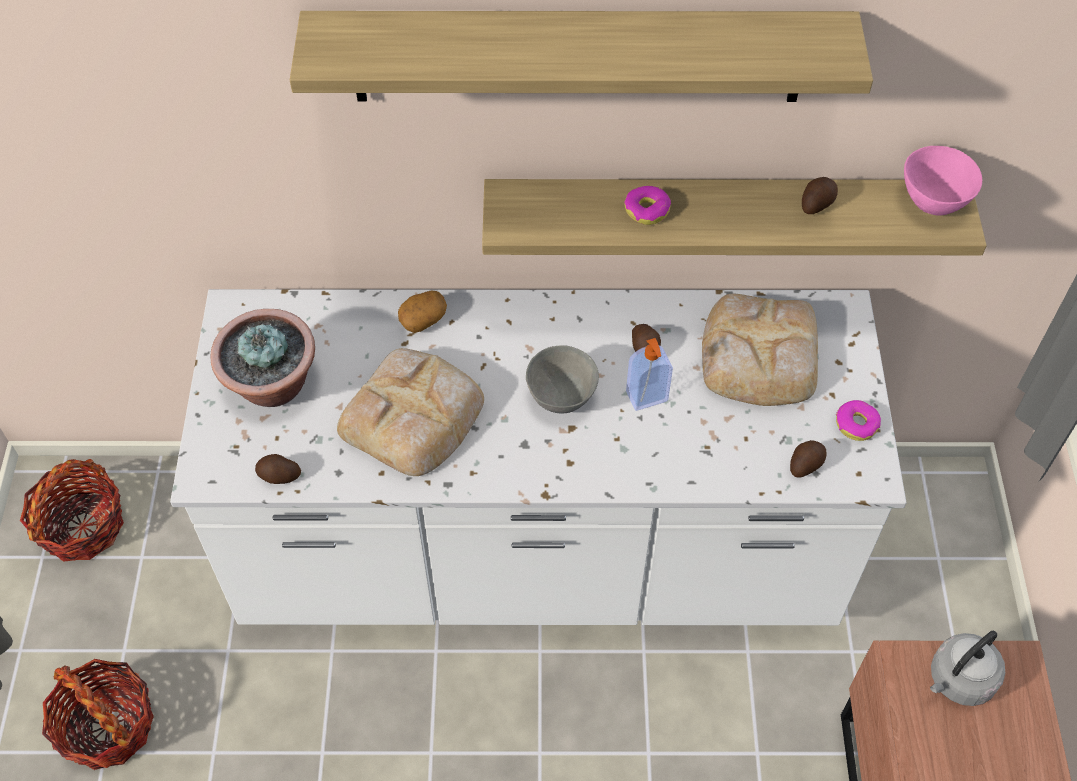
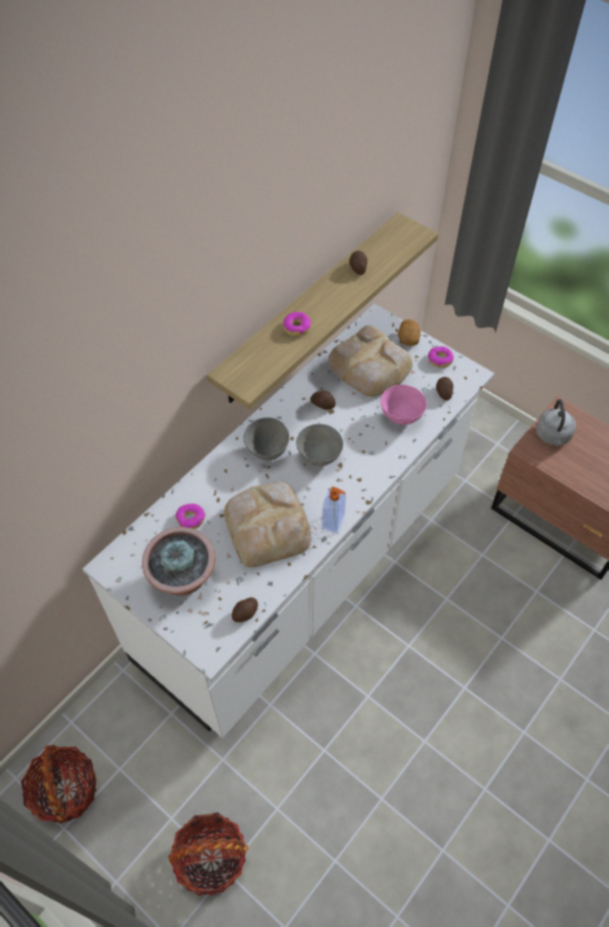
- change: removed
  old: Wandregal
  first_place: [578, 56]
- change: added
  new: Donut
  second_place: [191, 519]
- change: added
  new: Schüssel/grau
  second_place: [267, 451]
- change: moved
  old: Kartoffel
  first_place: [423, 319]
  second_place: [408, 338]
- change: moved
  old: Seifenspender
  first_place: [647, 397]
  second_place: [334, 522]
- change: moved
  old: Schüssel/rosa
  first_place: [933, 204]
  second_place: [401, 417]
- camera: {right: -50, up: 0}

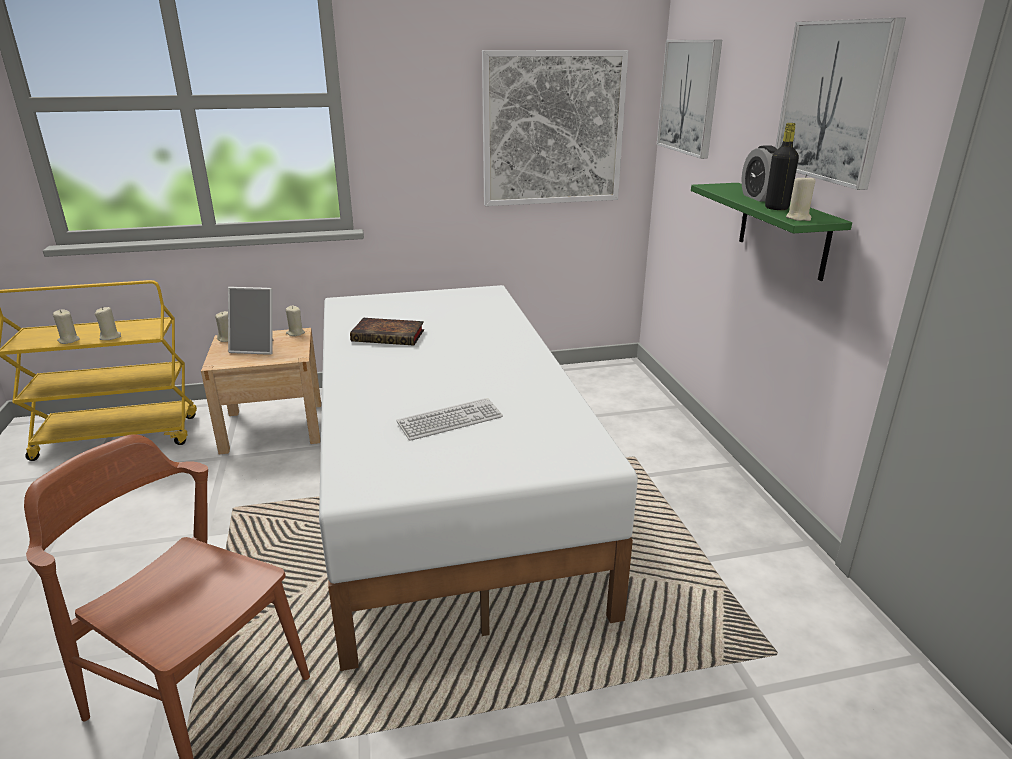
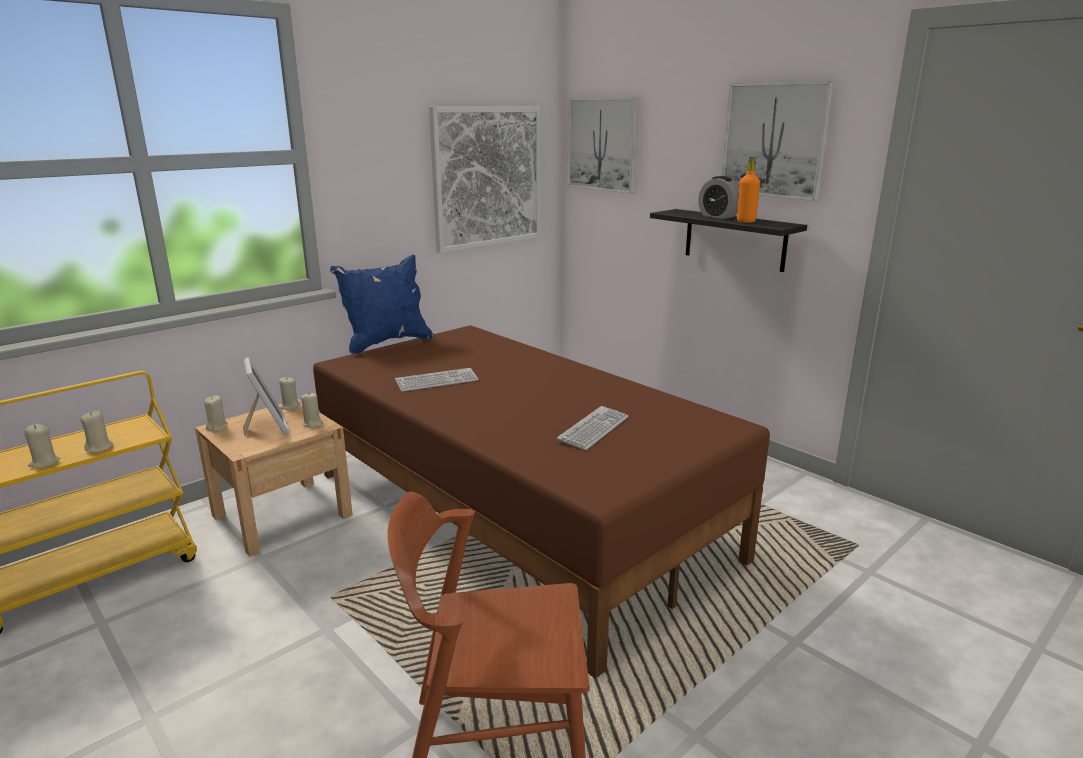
- change: added
  new: Kissen/blau
  second_place: [386, 343]
- change: moved
  old: Kerze/beige
  first_place: [798, 218]
  second_place: [313, 423]
- change: replaced
  old: Buch
  new: Tastatur
  first_place: [390, 336]
  second_place: [437, 381]
- change: recoloured
  old: Bett/weiß
  new: Bett/braun
  first_place: [448, 485]
  second_place: [517, 513]
- change: recoloured
  old: Wandregal/grün
  new: Wandregal/schwarz
  first_place: [783, 230]
  second_place: [734, 239]
- change: recoloured
  old: Flasche/schwarz
  new: Flasche/orange
  first_place: [776, 208]
  second_place: [745, 221]
- change: turned
  old: Bilderrahmen
  first_place: [257, 348]
  second_place: [267, 428]
  degrees: -90
- camera: {right: -30, up: -5}

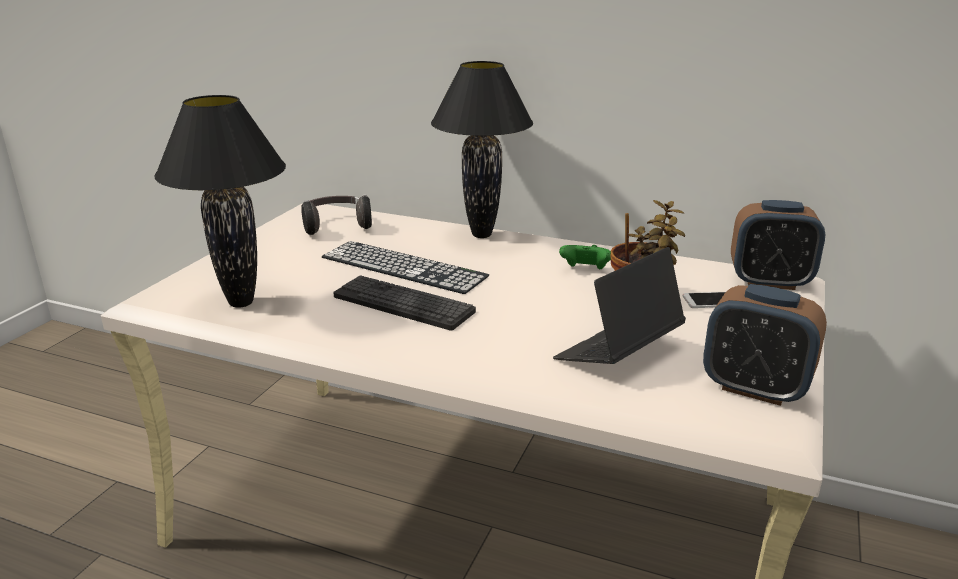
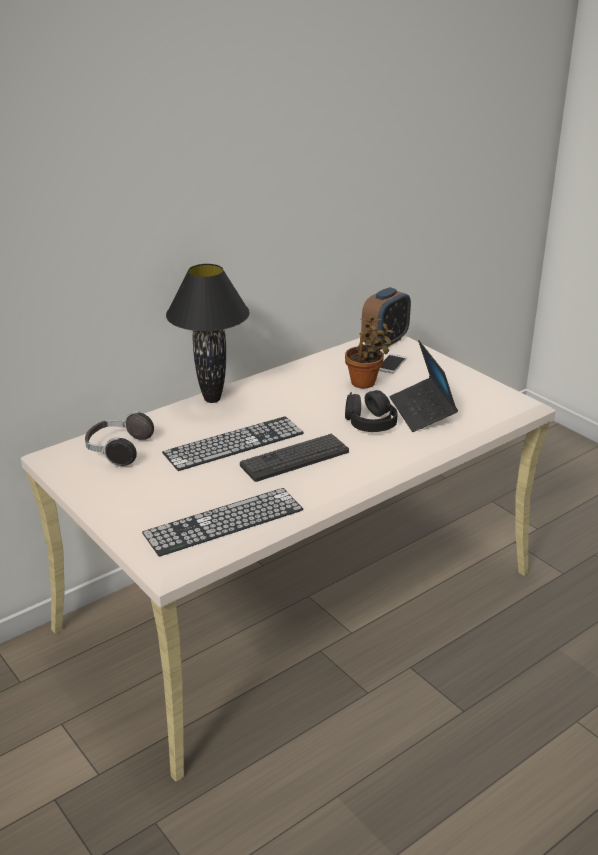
- change: removed
  old: Gamepad/grün
  first_place: [585, 271]
- change: removed
  old: Wecker
  first_place: [755, 388]
- change: added
  new: Kopfhörer/schwarz
  second_place: [370, 423]
- change: replaced
  old: Tischlampe/schwarz
  new: Tastatur
  first_place: [239, 303]
  second_place: [224, 521]
- camera: {right: -60, up: 5}

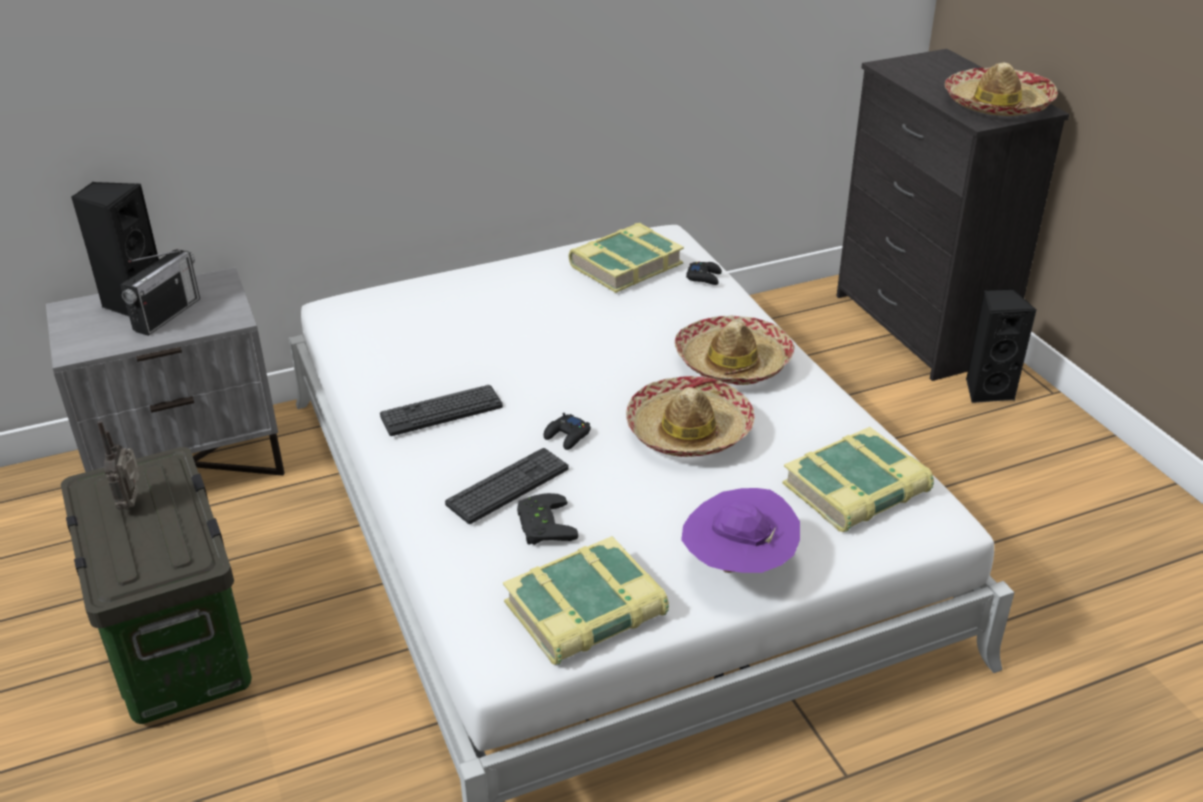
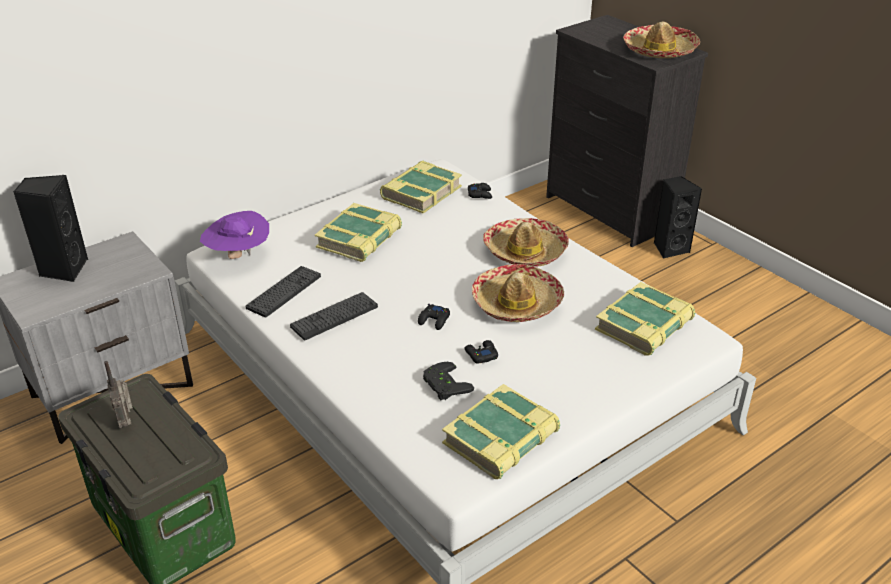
- change: removed
  old: Radio
  first_place: [167, 315]
- change: added
  new: Buch
  second_place: [360, 239]
- change: added
  new: Gamepad/schwarz
  second_place: [481, 355]
- change: moved
  old: Tastatur
  first_place: [508, 486]
  second_place: [284, 292]
- change: moved
  old: Hut/lila
  first_place: [737, 567]
  second_place: [238, 256]
- camera: {right: -15, up: 0}

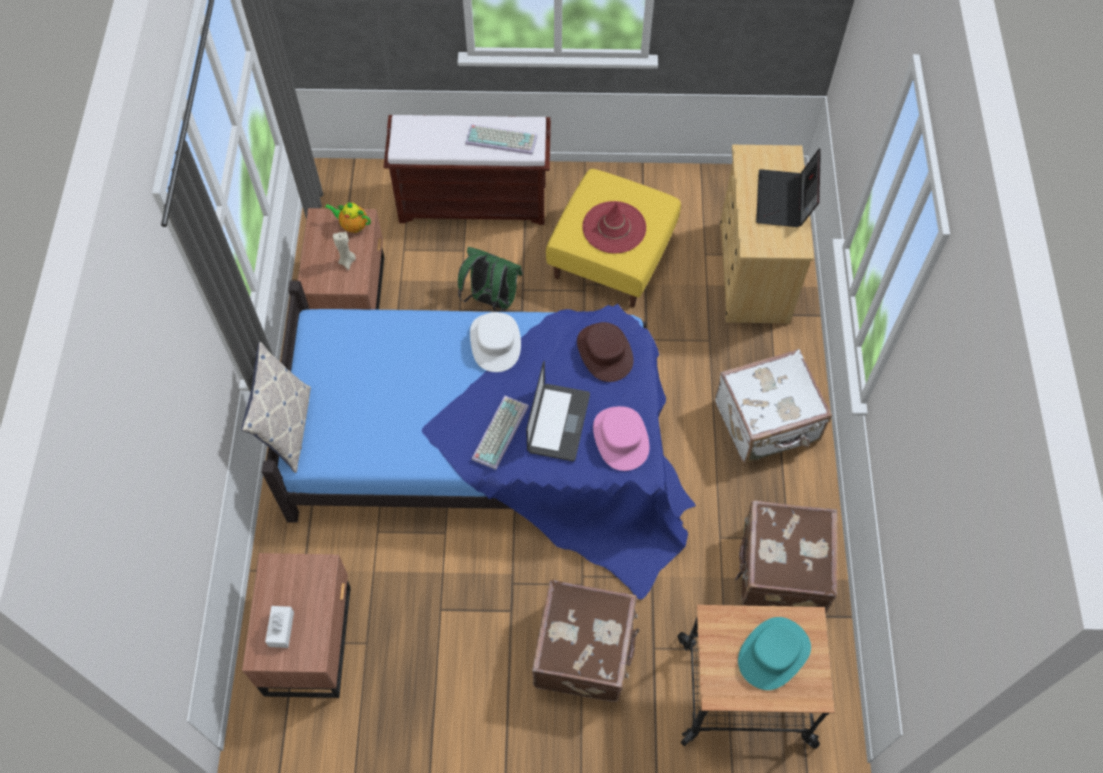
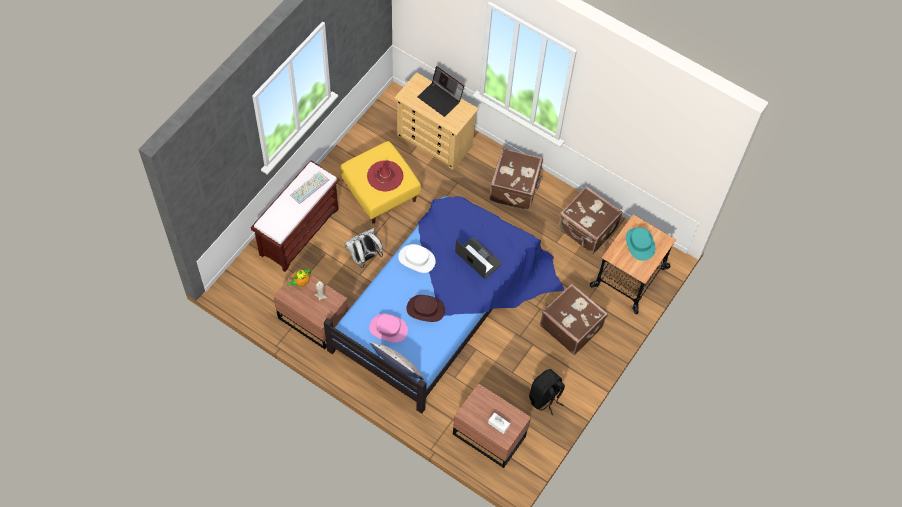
- change: removed
  old: Tastatur
  first_place: [499, 431]
- change: added
  new: Rucksack/schwarz
  second_place: [545, 398]
- change: moved
  old: Hut/braun
  first_place: [604, 352]
  second_place: [425, 309]
- change: moved
  old: Hut/rosa
  first_place: [620, 438]
  second_place: [388, 329]
- change: recoloured
  old: Rucksack/grün
  new: Rucksack/weiß
  first_place: [491, 299]
  second_place: [364, 258]
- change: recoloured
  old: Koffer/weiß
  new: Koffer/braun
  first_place: [767, 423]
  second_place: [515, 188]
- camera: {right: -60, up: 0}

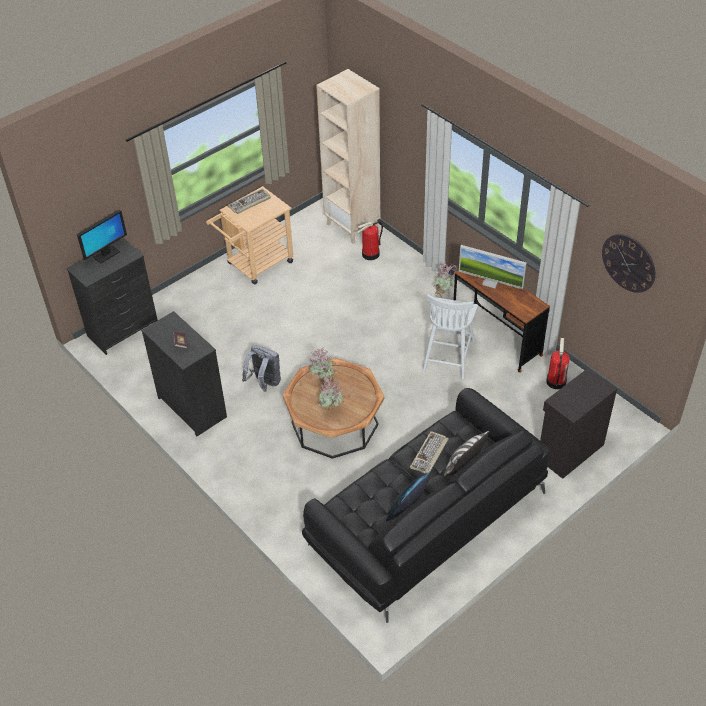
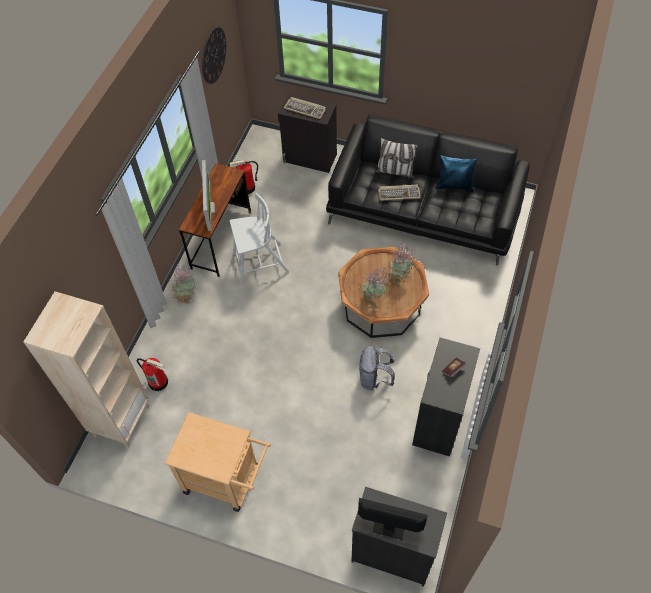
- change: moved
  old: Tastatur
  first_place: [249, 203]
  second_place: [305, 109]
- camera: {right: -120, up: 10}

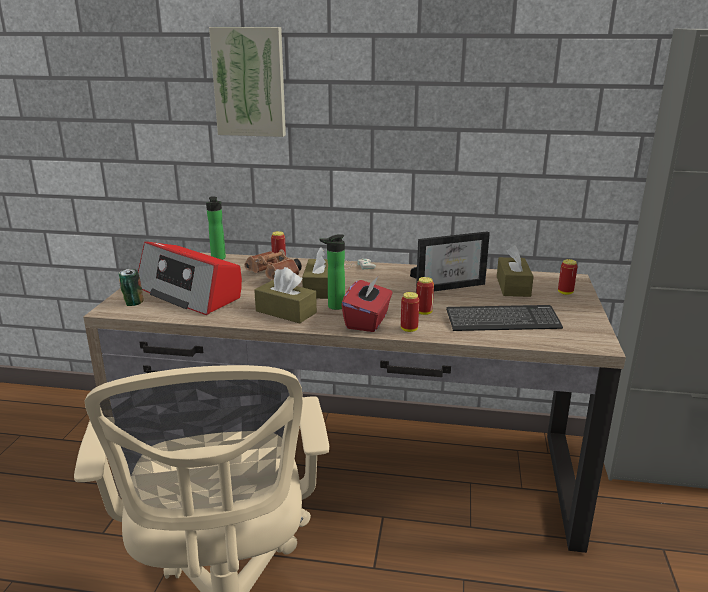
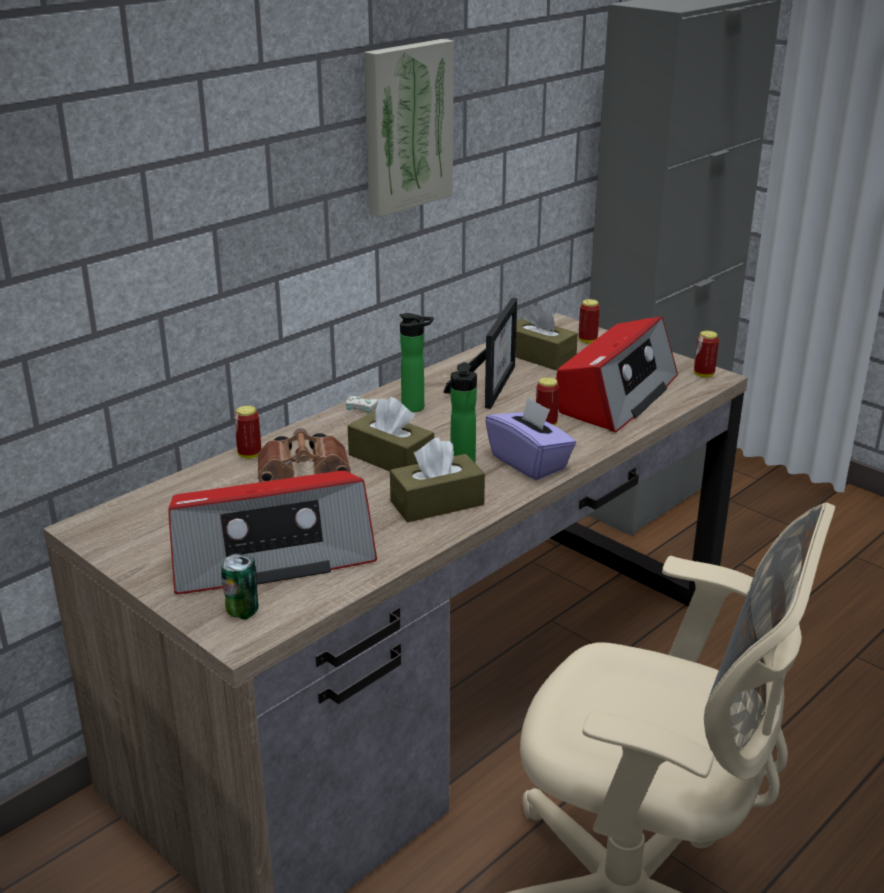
- change: moved
  old: Flasche
  first_place: [219, 259]
  second_place: [416, 408]
- change: moved
  old: Bild
  first_place: [250, 82]
  second_place: [405, 126]
- change: moved
  old: Dose
  first_place: [409, 329]
  second_place: [703, 375]
- change: replaced
  old: Tastatur
  new: Radio
  first_place: [502, 321]
  second_place: [616, 395]
- change: recoloured
  old: Taschentuchbox/rot
  new: Taschentuchbox/lila
  first_place: [368, 321]
  second_place: [529, 462]
- camera: {right: -55, up: 5}

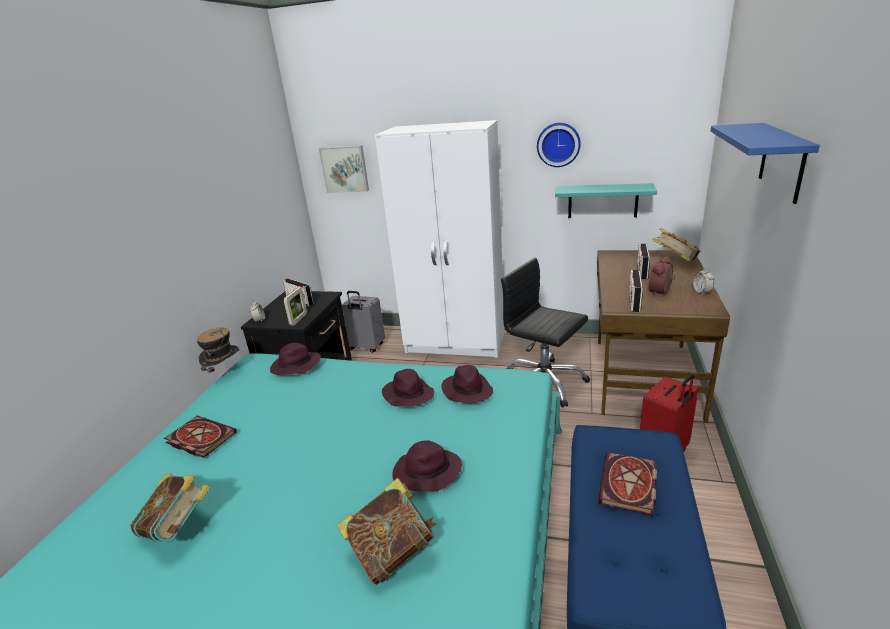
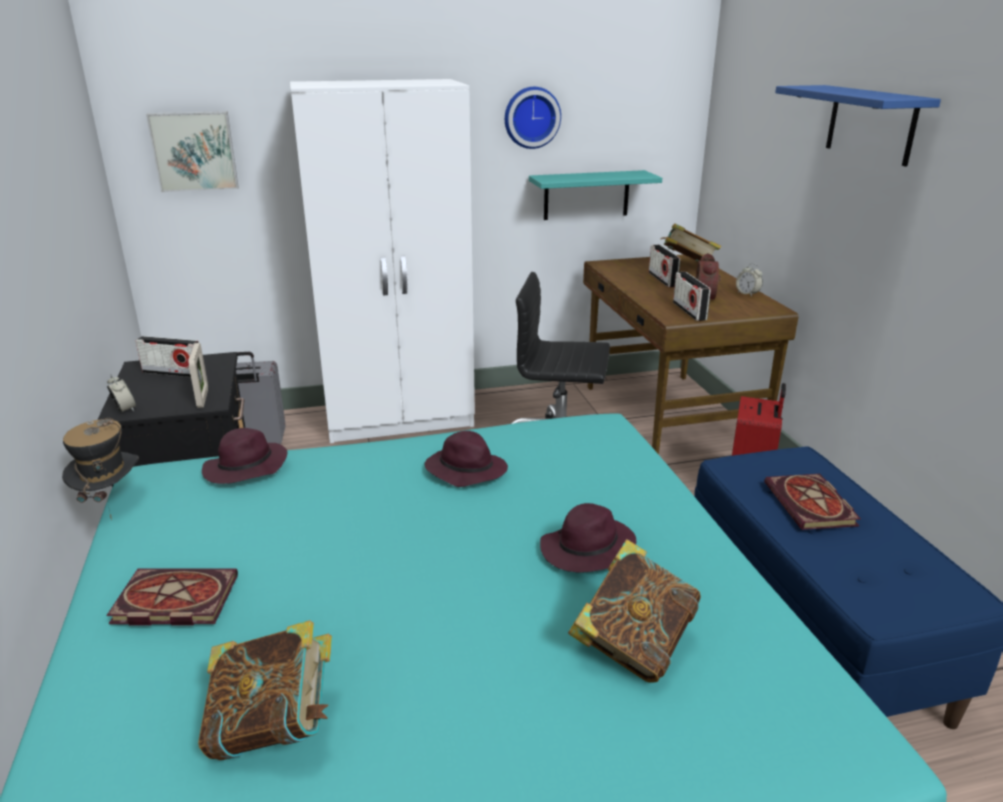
- change: removed
  old: Hut/lila
  first_place: [467, 391]
- camera: {right: -30, up: 0}

